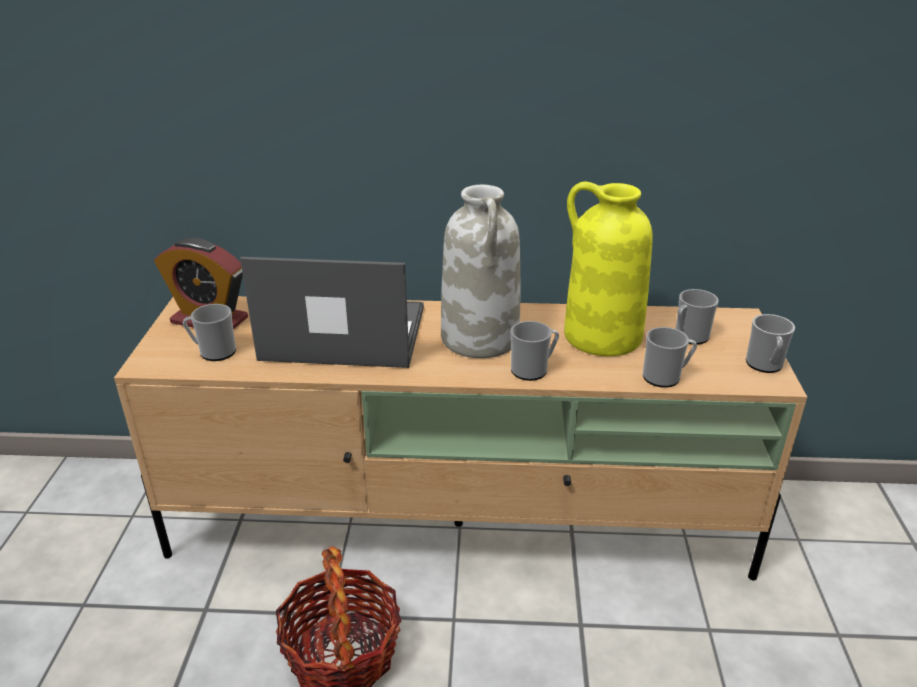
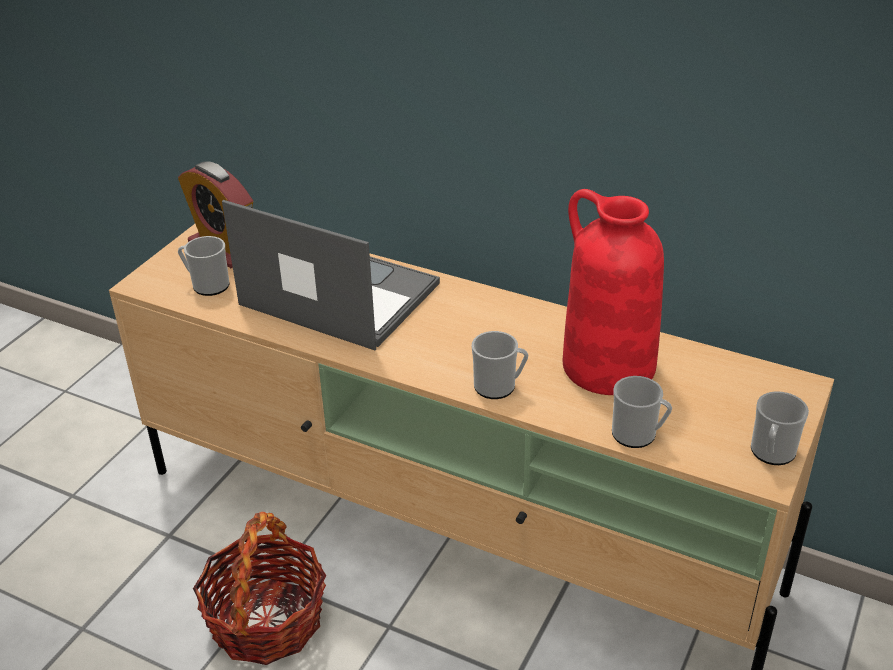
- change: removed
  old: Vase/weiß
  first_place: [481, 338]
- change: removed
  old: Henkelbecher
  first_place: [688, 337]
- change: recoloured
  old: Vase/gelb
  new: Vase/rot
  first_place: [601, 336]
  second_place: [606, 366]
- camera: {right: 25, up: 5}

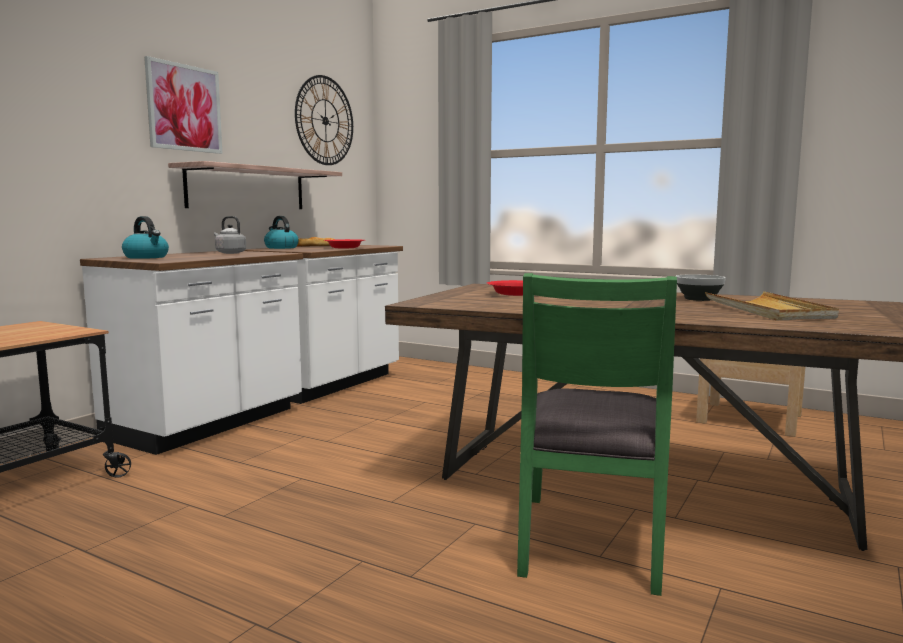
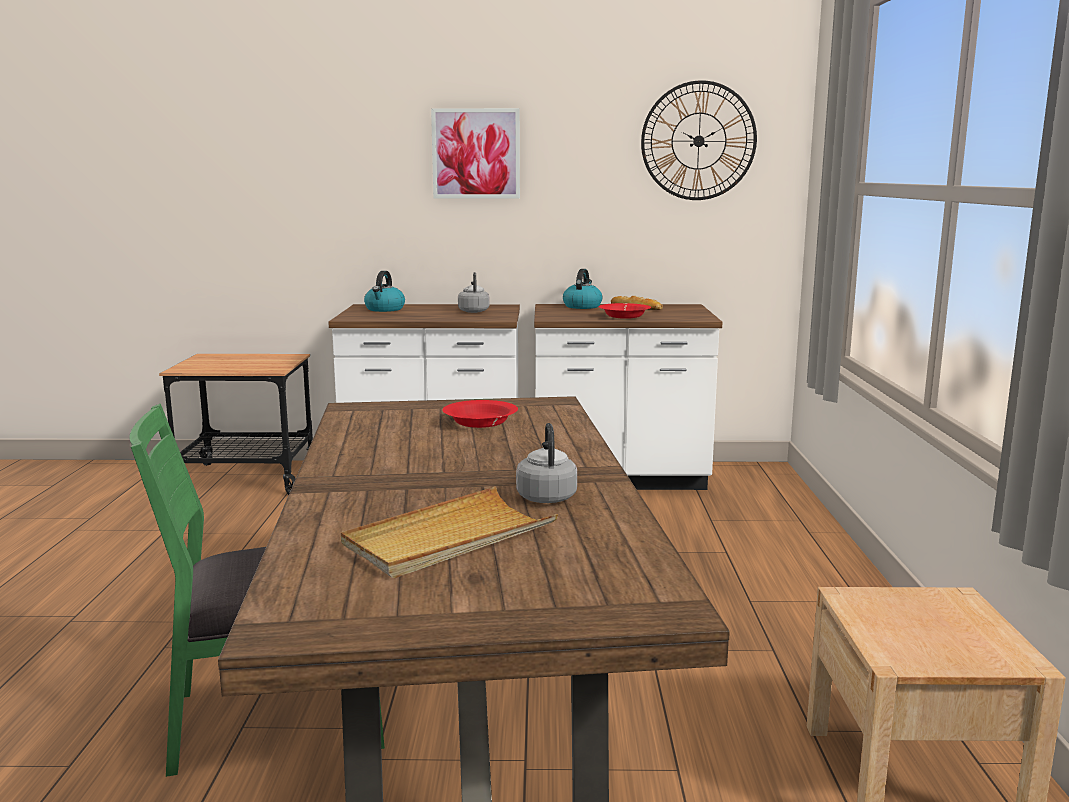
- change: removed
  old: Wandregal
  first_place: [247, 188]
- change: replaced
  old: Schüssel
  new: Wasserkessel/grau
  first_place: [698, 299]
  second_place: [546, 496]
- camera: {right: 60, up: 5}

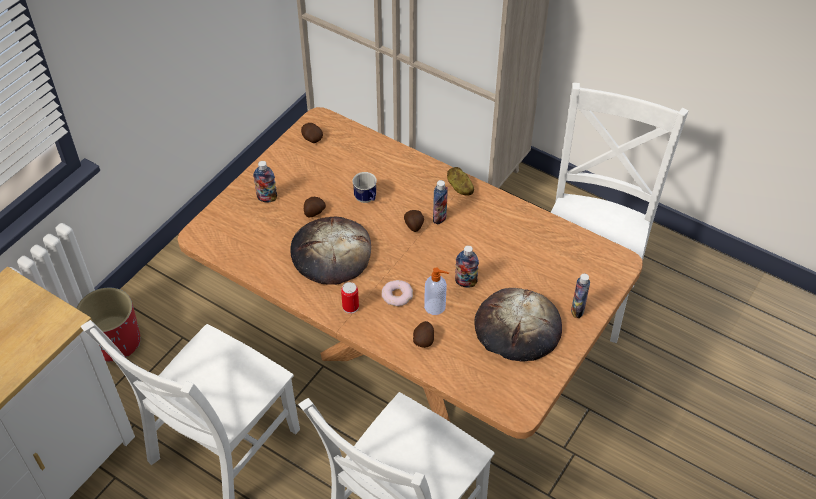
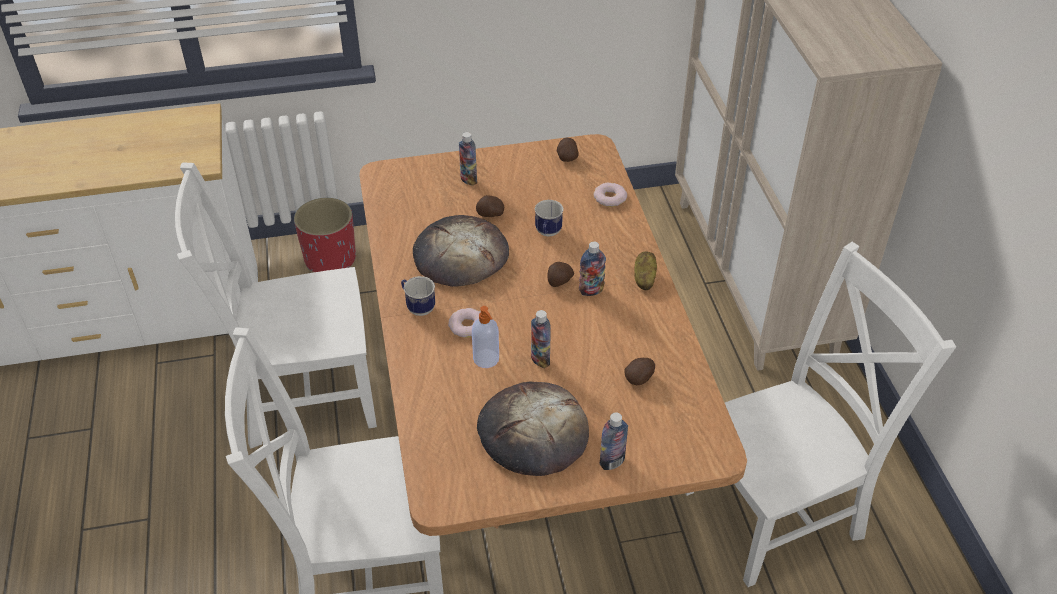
- change: added
  new: Donut
  second_place: [609, 197]
- change: moved
  old: Kartoffel
  first_place: [424, 339]
  second_place: [640, 378]
- change: replaced
  old: Dose
  new: Henkelbecher
  first_place: [350, 307]
  second_place: [418, 307]
- camera: {right: 45, up: -5}

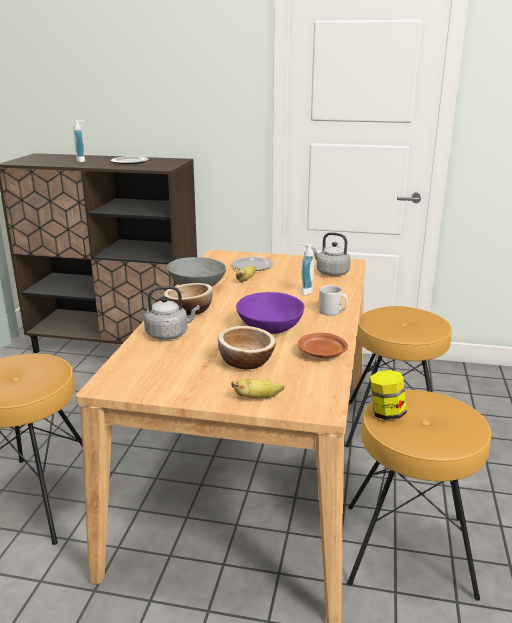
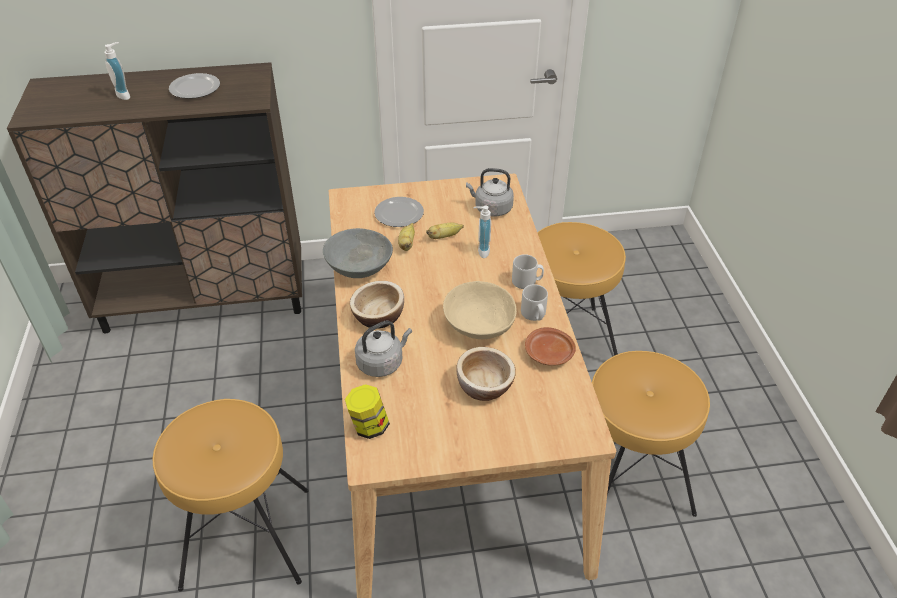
- change: added
  new: Henkelbecher/grau
  second_place: [534, 315]
- change: moved
  old: Banane
  first_place: [258, 398]
  second_place: [444, 237]
- change: moved
  old: Vorratsglas
  first_place: [386, 413]
  second_place: [369, 426]
- change: recoloured
  old: Schüssel/lila
  new: Schüssel/beige
  first_place: [269, 328]
  second_place: [478, 325]
- camera: {right: -20, up: 20}

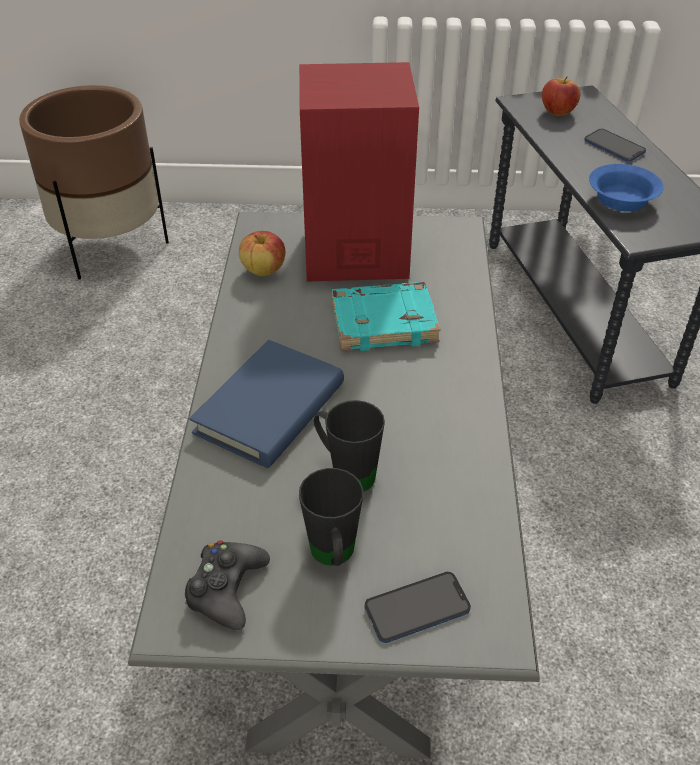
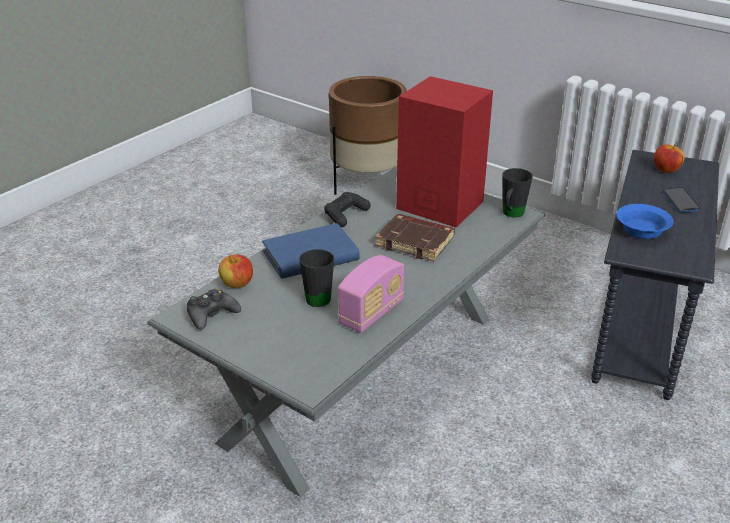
- change: removed
  old: Handy
  first_place: [417, 608]
- change: added
  new: Gamepad/schwarz
  second_place: [345, 215]
- change: added
  new: Radio
  second_place: [371, 313]
- change: moved
  old: Apfel
  first_place: [264, 271]
  second_place: [237, 284]
- change: moved
  old: Henkelbecher/schwarz
  first_place: [333, 558]
  second_place: [511, 215]
- change: recoloured
  old: Buch/türkis
  new: Buch/braun
  first_place: [384, 321]
  second_place: [416, 242]
- camera: {right: 35, up: -10}

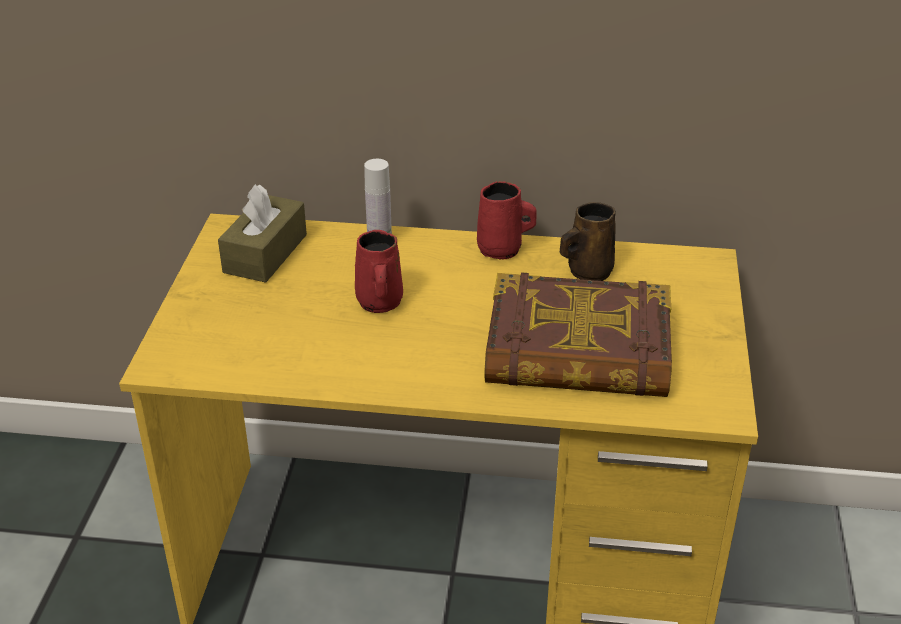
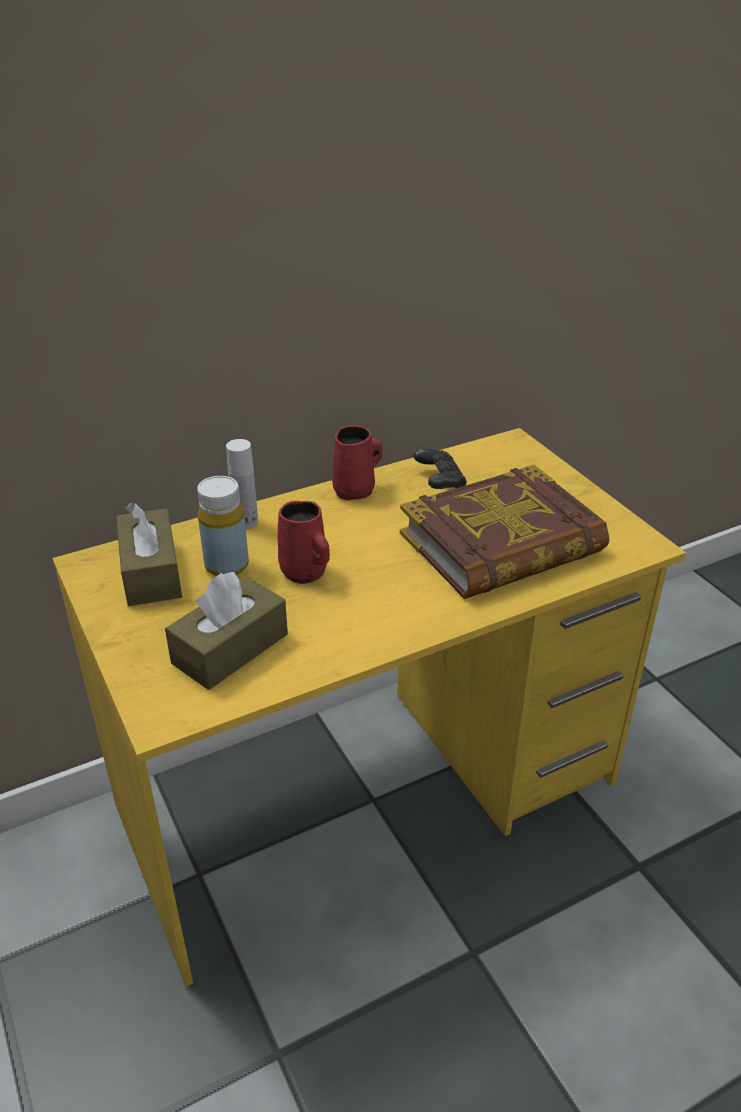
- change: added
  new: Taschentuchbox/braun
  second_place: [230, 649]
- change: added
  new: Flasche/gelb
  second_place: [226, 566]
- change: replaced
  old: Henkelbecher/braun
  new: Gamepad/schwarz
  first_place: [587, 272]
  second_place: [439, 482]
- camera: {right: -35, up: 0}

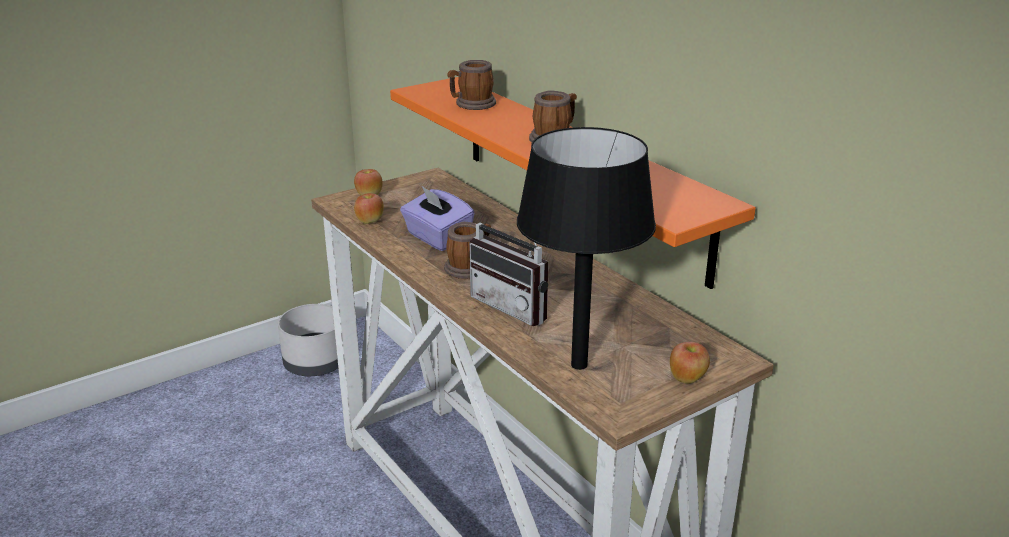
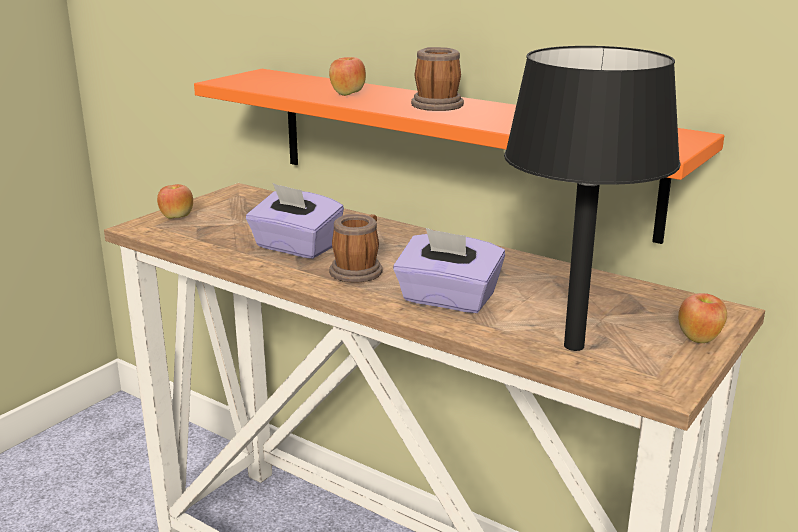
- change: removed
  old: Pflanzkübel/grau
  first_place: [314, 363]
- change: removed
  old: Henkelbecher
  first_place: [471, 104]
- change: moved
  old: Apfel
  first_place: [370, 221]
  second_place: [347, 94]
- change: replaced
  old: Radio
  new: Taschentuchbox/lila
  first_place: [516, 306]
  second_place: [447, 300]
- camera: {right: -20, up: -5}

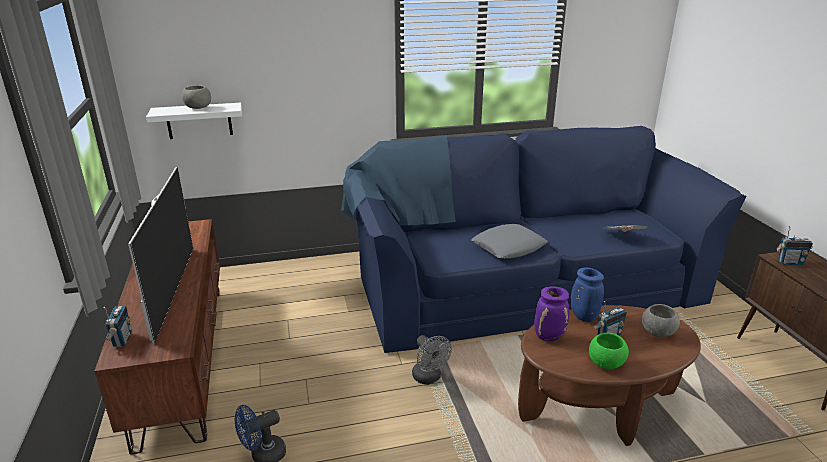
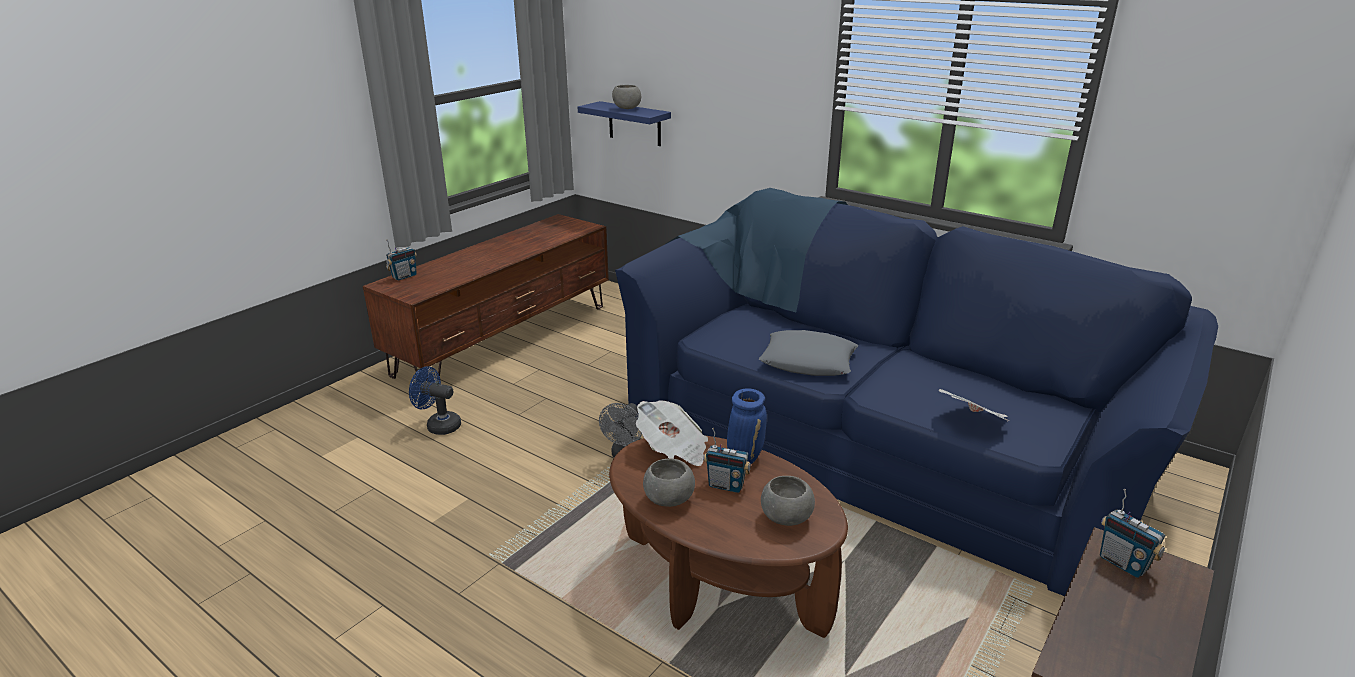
- change: removed
  old: Fernseher
  first_place: [174, 291]
- change: replaced
  old: Vase/lila
  new: Zeitung
  first_place: [549, 336]
  second_place: [673, 449]
- change: recoloured
  old: Wandregal/weiß
  new: Wandregal/blau
  first_place: [199, 121]
  second_place: [634, 124]
- change: recoloured
  old: Schüssel/grün
  new: Schüssel/grau
  first_place: [606, 363]
  second_place: [669, 500]
- camera: {right: 50, up: 0}

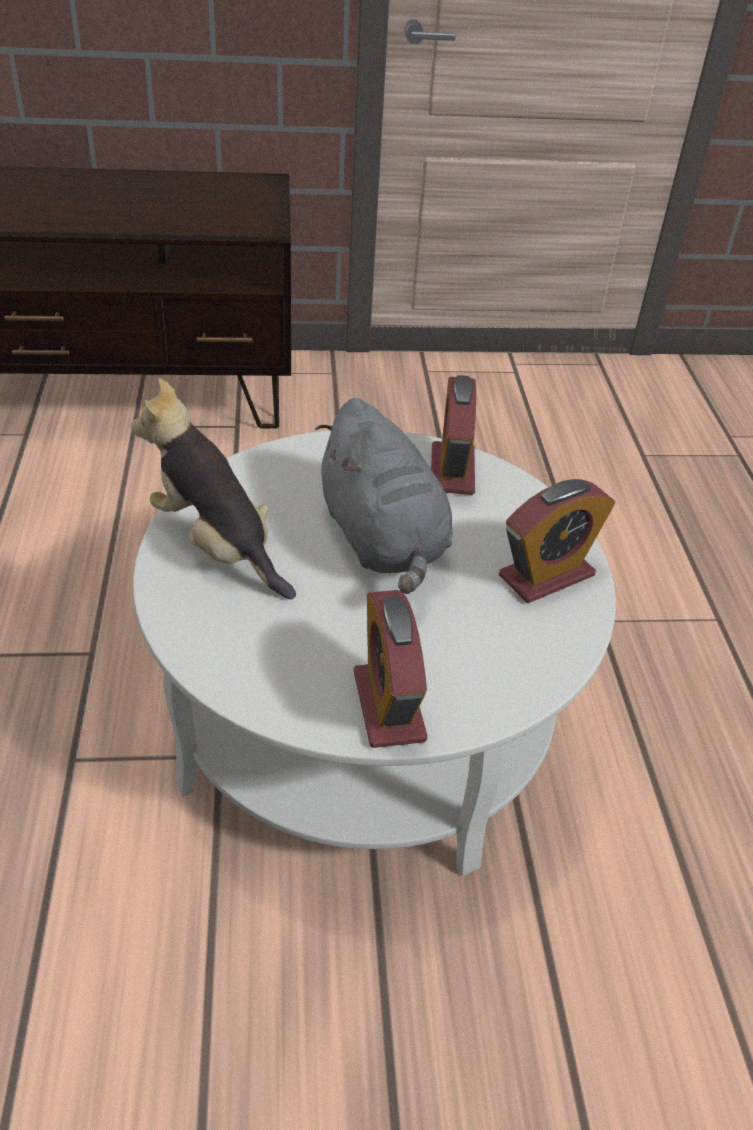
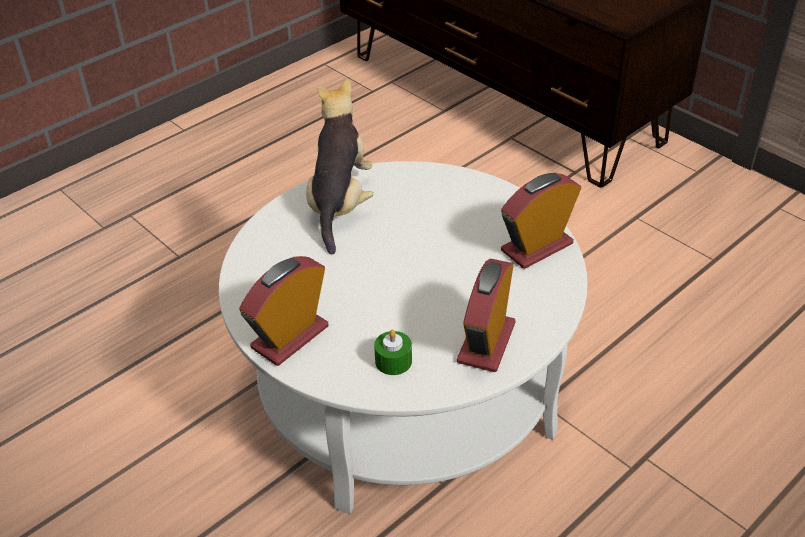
- change: removed
  old: Plüschtier/grau
  first_place: [383, 540]
- change: added
  new: Kerze/grün
  second_place: [393, 361]
- change: turned
  old: Wecker
  first_place: [546, 576]
  second_place: [486, 343]
  degrees: 90
- camera: {right: 55, up: 0}

